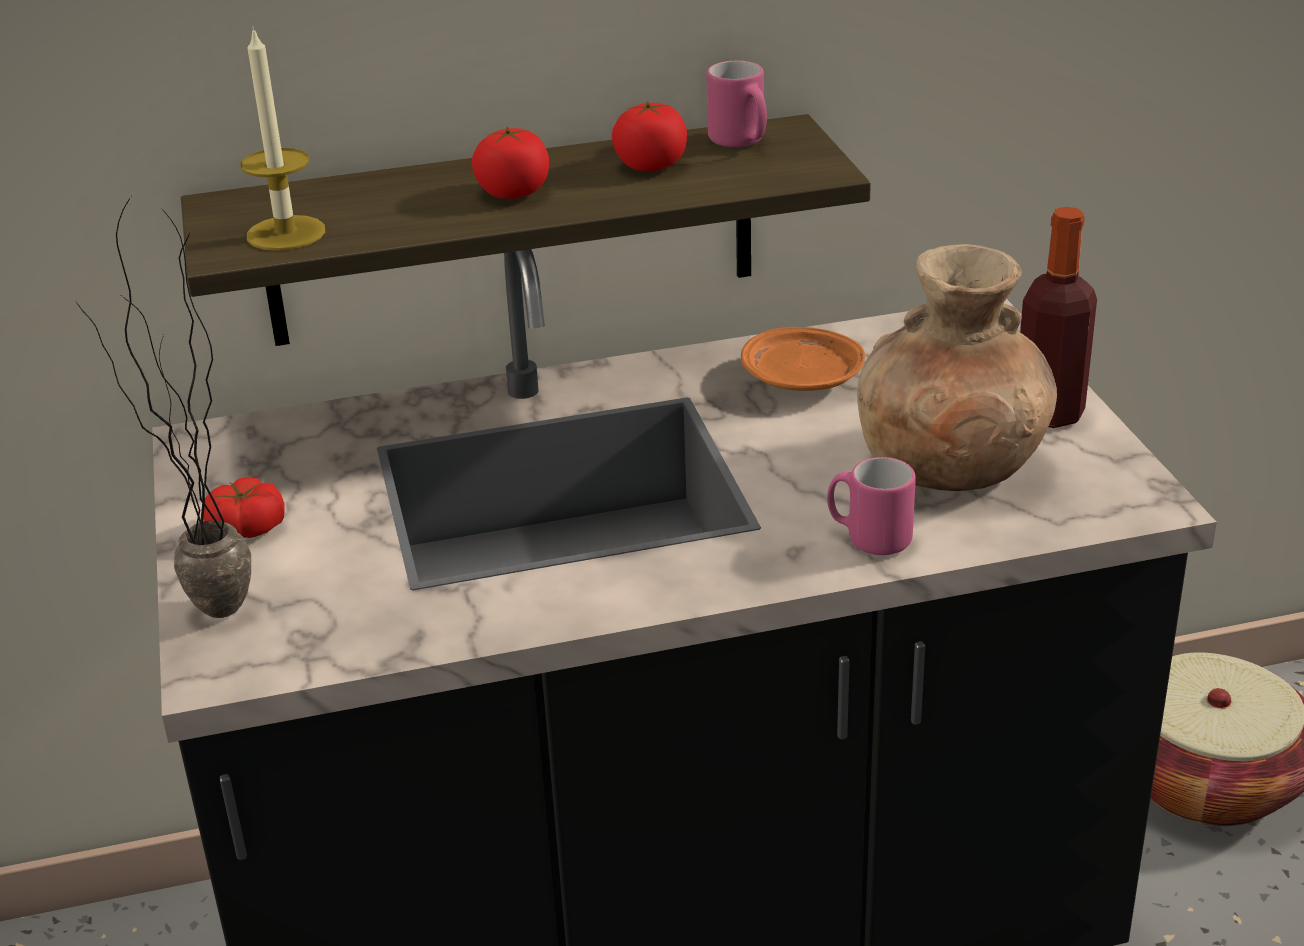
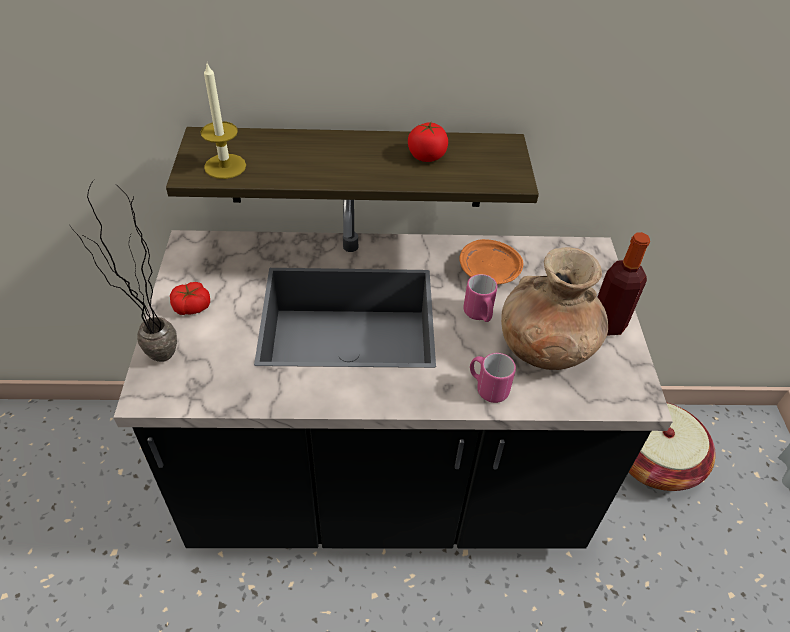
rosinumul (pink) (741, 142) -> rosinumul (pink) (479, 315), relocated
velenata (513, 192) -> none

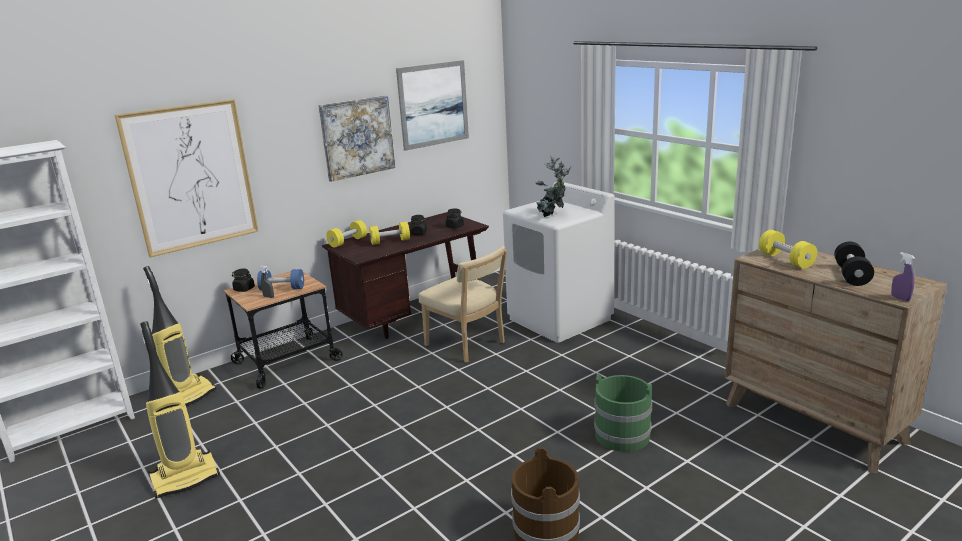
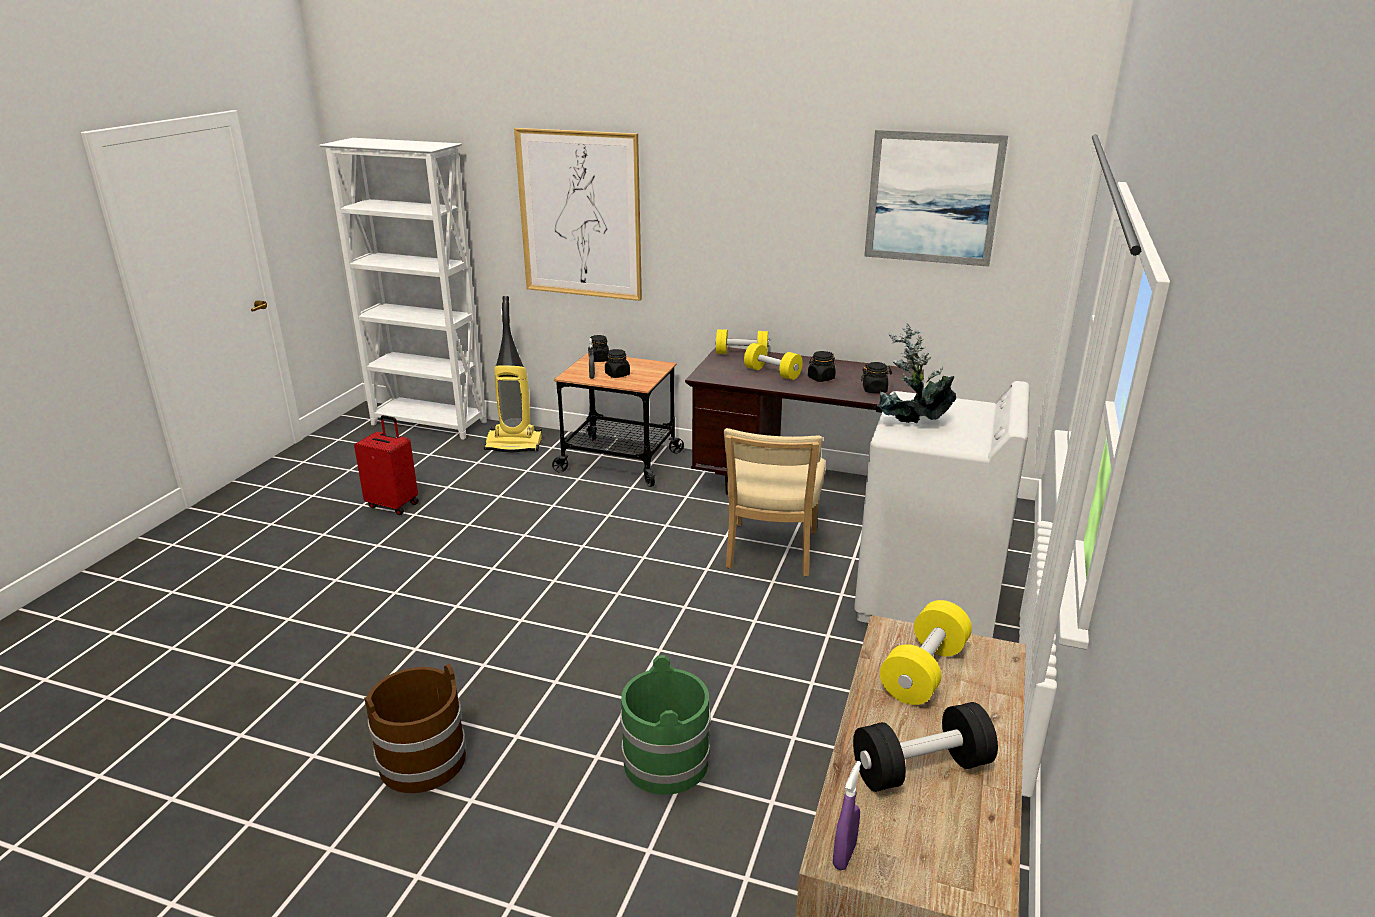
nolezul (185, 478) -> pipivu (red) (394, 504)
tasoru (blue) (282, 289) -> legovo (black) (617, 375)
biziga (357, 137) -> none

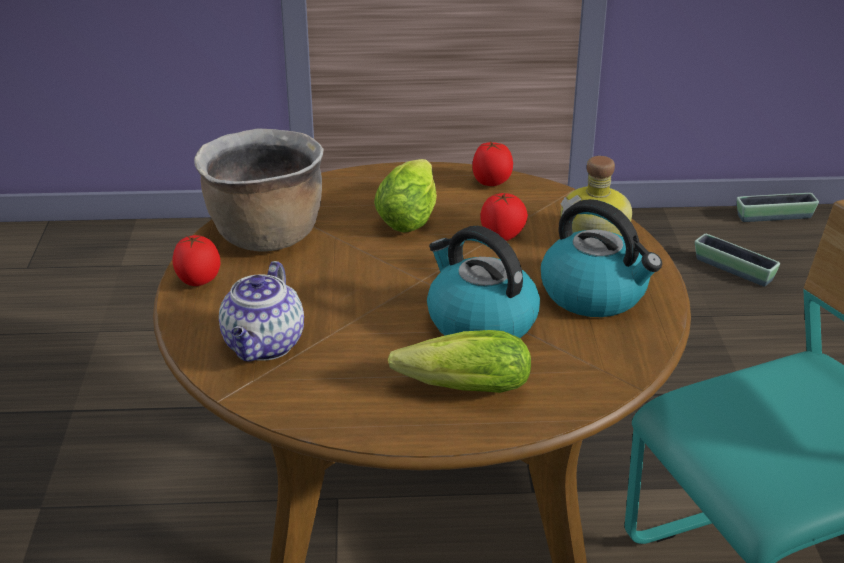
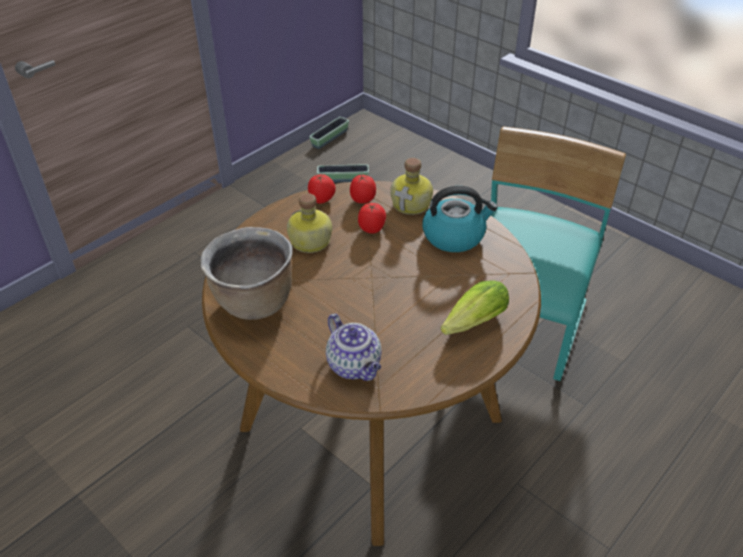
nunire (411, 213) -> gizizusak (309, 242)
velenata (198, 282) -> velenata (363, 200), relocated
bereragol (480, 322) -> none

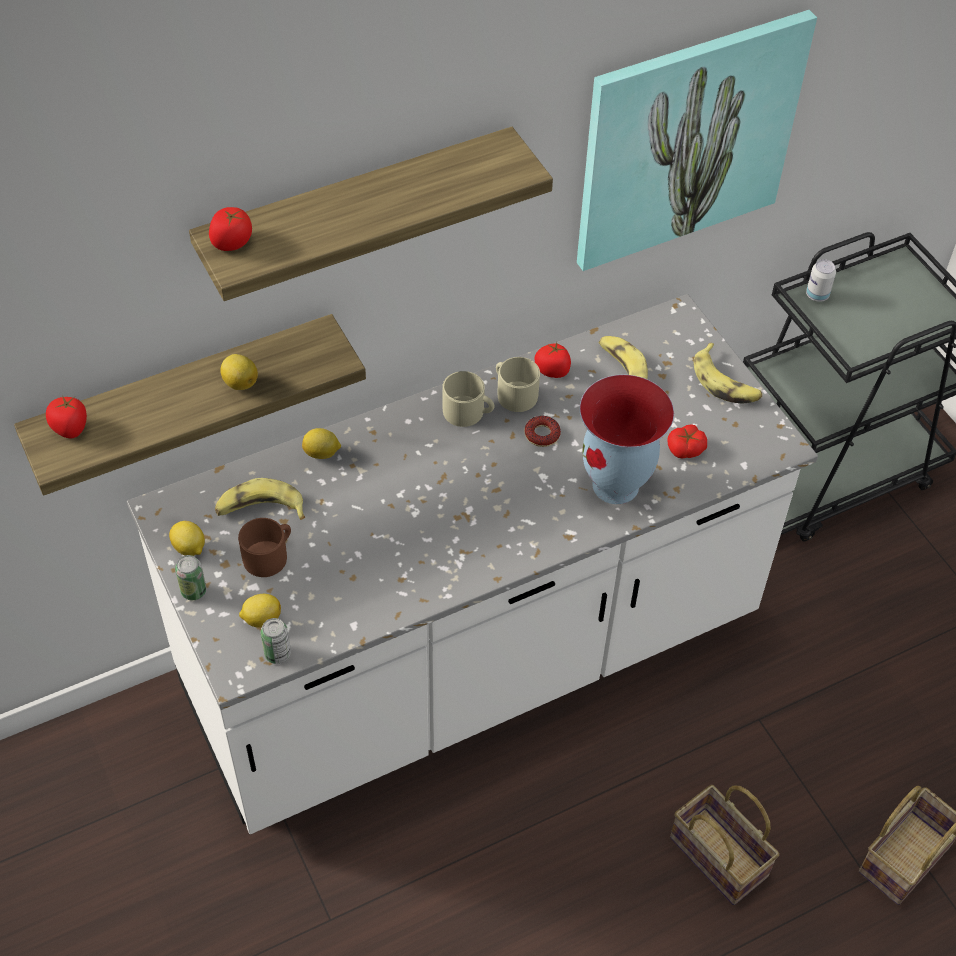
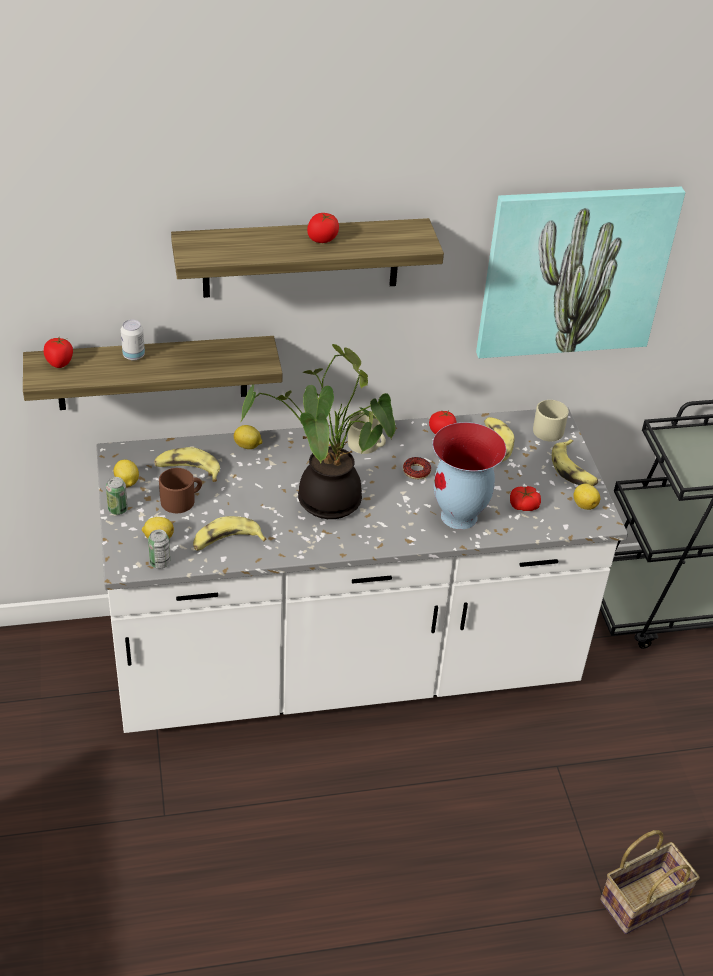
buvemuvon (817, 295) -> buvemuvon (133, 355), relocated
none -> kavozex (226, 541)
none -> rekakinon (323, 502)
velenata (232, 242) -> velenata (322, 239), relocated
rosinumul (beige) (513, 393) -> rosinumul (beige) (545, 428), relocated
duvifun (240, 382) -> duvifun (584, 505), relocated
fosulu (715, 856) -> none

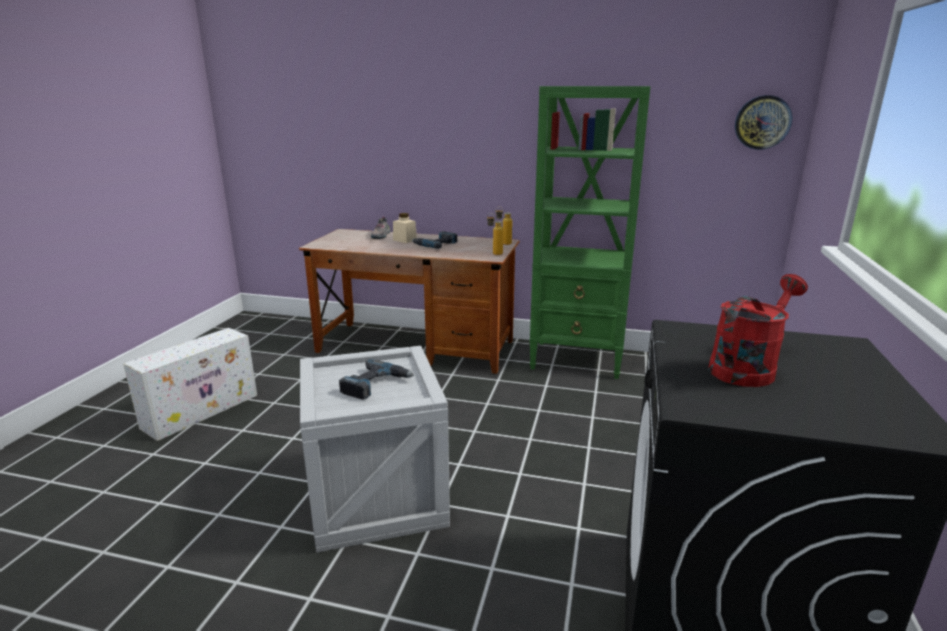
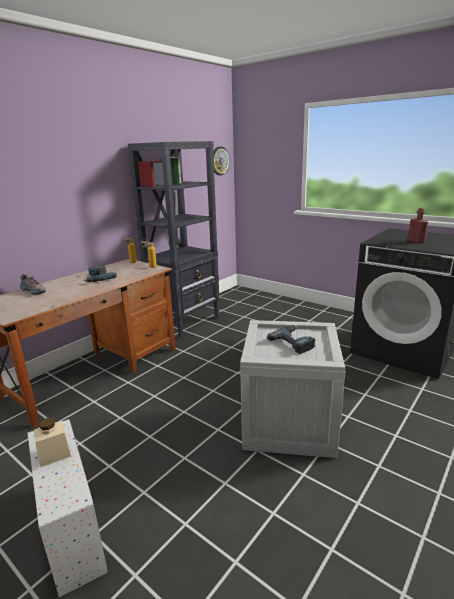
legovo (beige) (405, 240) -> legovo (beige) (54, 454), relocated
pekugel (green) (577, 360) -> pekugel (black) (186, 321)
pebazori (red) (747, 367) -> gizizusak (red) (416, 241)

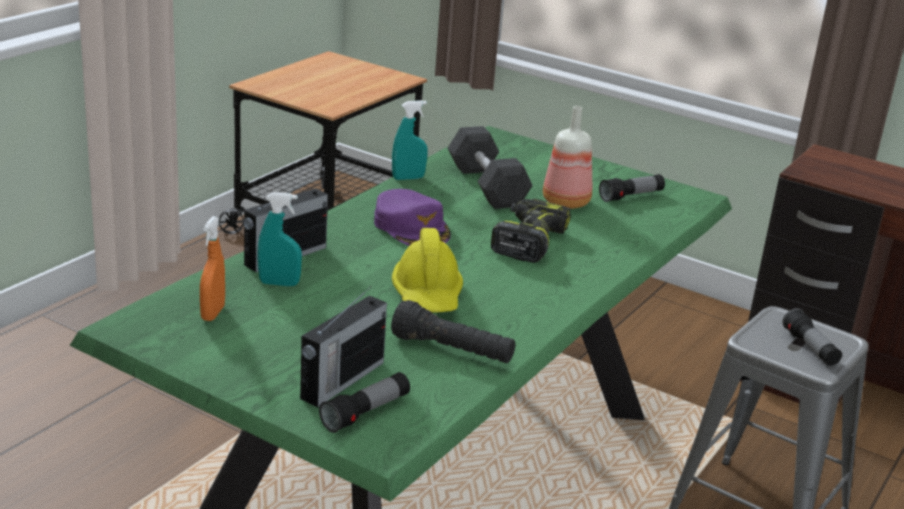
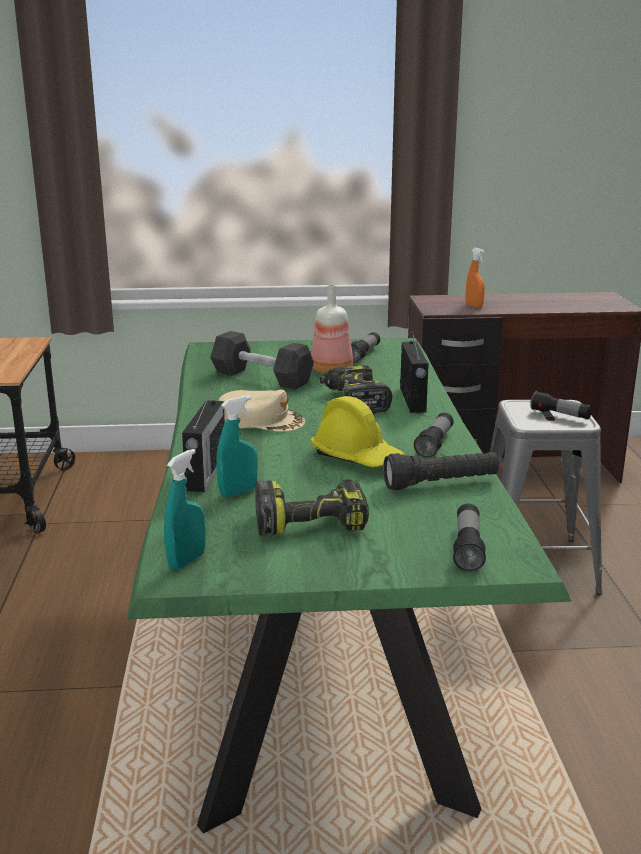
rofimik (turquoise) (408, 178) -> rofimik (turquoise) (186, 561), relocated
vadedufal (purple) (412, 227) -> vadedufal (beige) (262, 420)
none -> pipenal (311, 521)
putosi (341, 381) -> putosi (412, 400), relocated
none -> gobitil (435, 444)
rofimik (orange) (213, 313) -> rofimik (orange) (474, 306), relocated

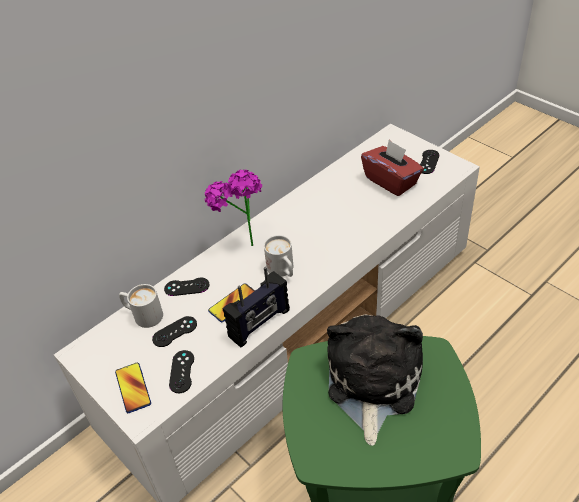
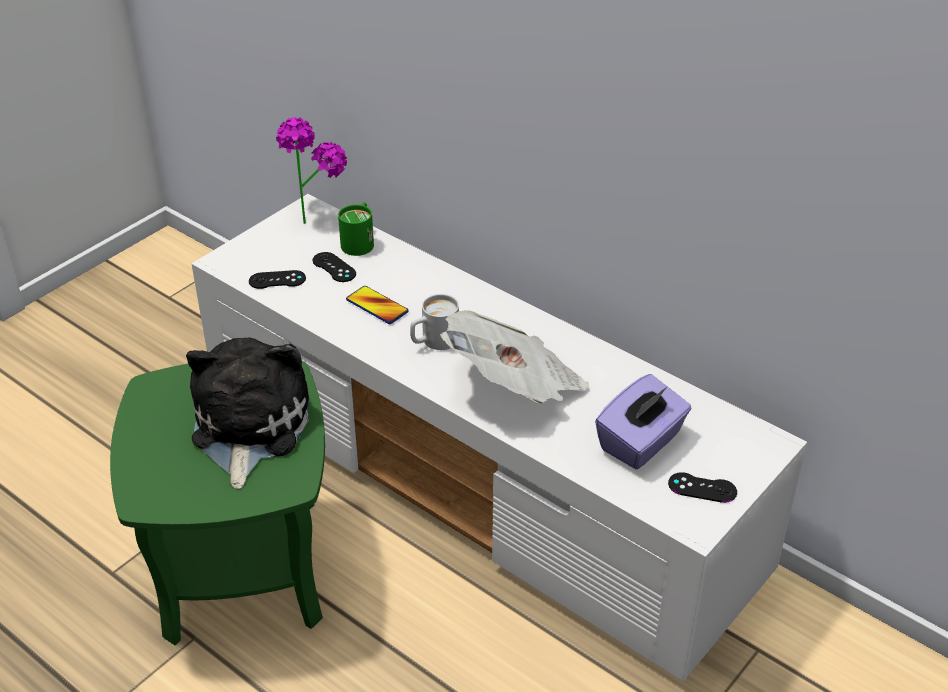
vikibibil (371, 383) -> vikibibil (248, 427), 90 degrees counterclockwise
rekakinon (243, 241) -> rekakinon (313, 216), relocated
rosinumul (white) (143, 315) -> rosinumul (green) (359, 241)
none -> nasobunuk (515, 387)
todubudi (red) (391, 181) -> todubudi (purple) (641, 442)
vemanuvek (133, 388) -> none
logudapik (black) (187, 287) -> none
putosi (260, 324) -> none

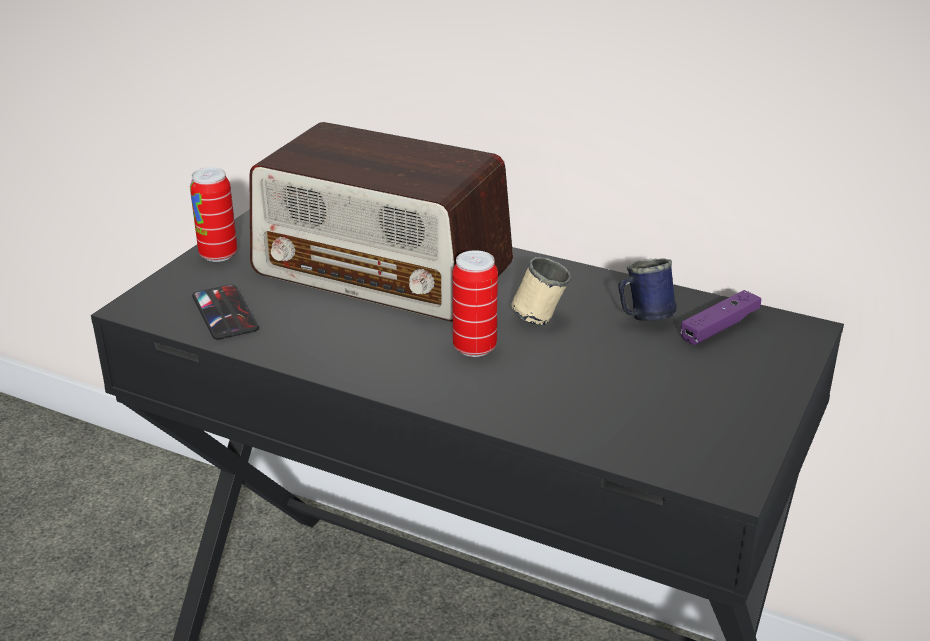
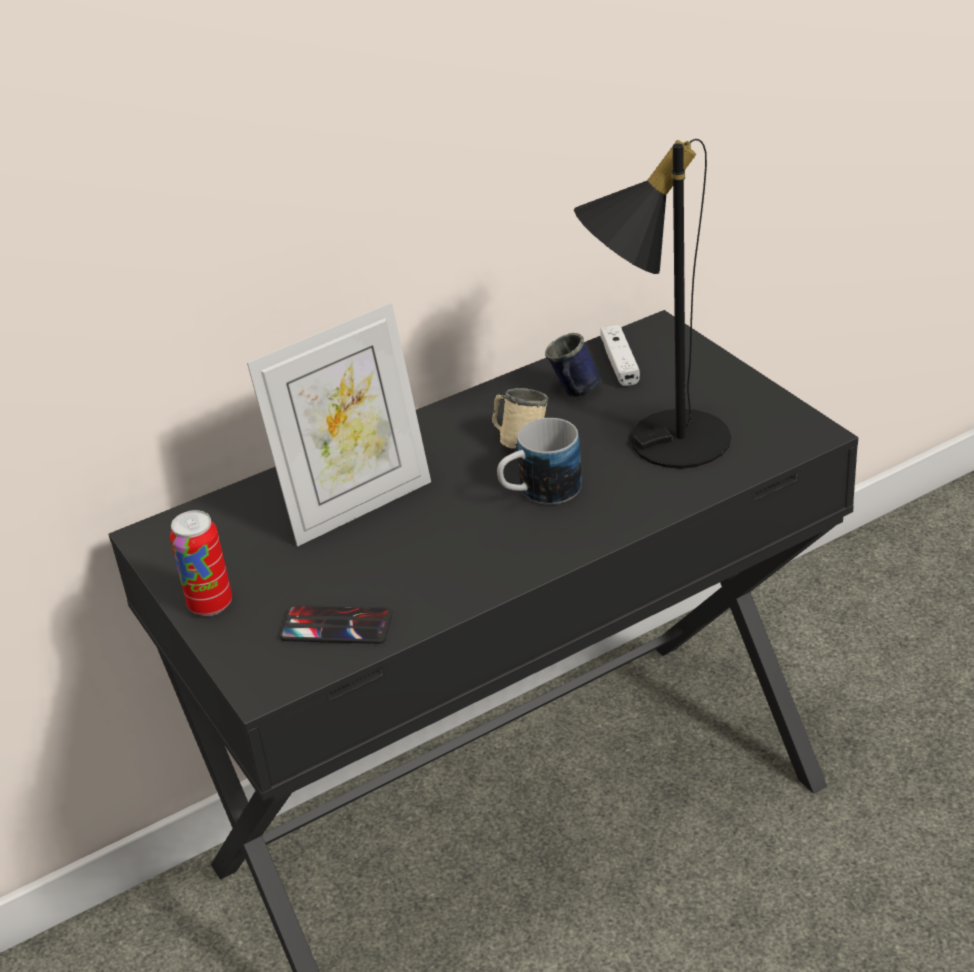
putosi (383, 270) -> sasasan (356, 506)
buvemuvon (474, 348) -> rosinumul (539, 493)
none -> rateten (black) (659, 439)
logudapik (purple) (719, 327) -> logudapik (white) (620, 363)

